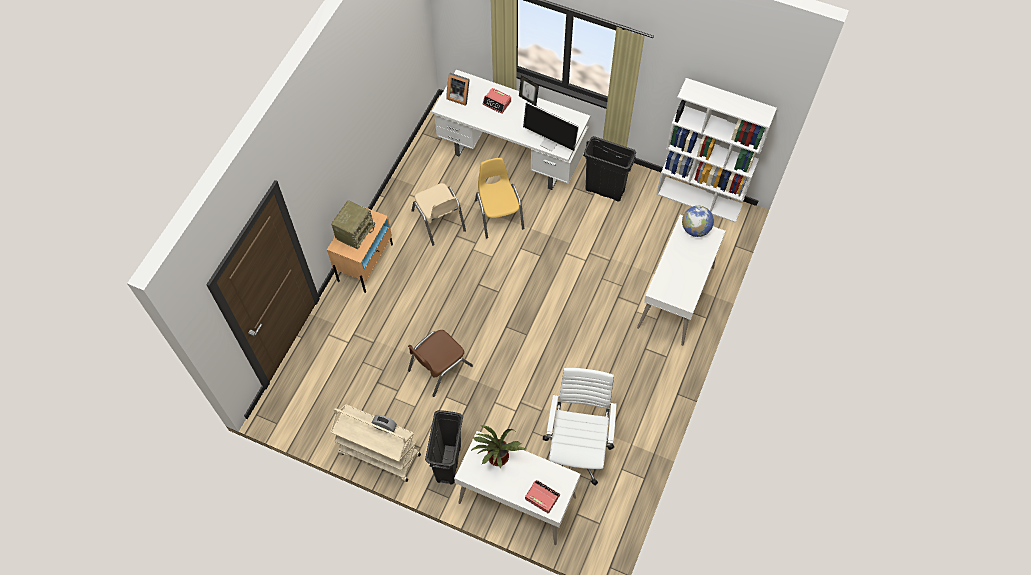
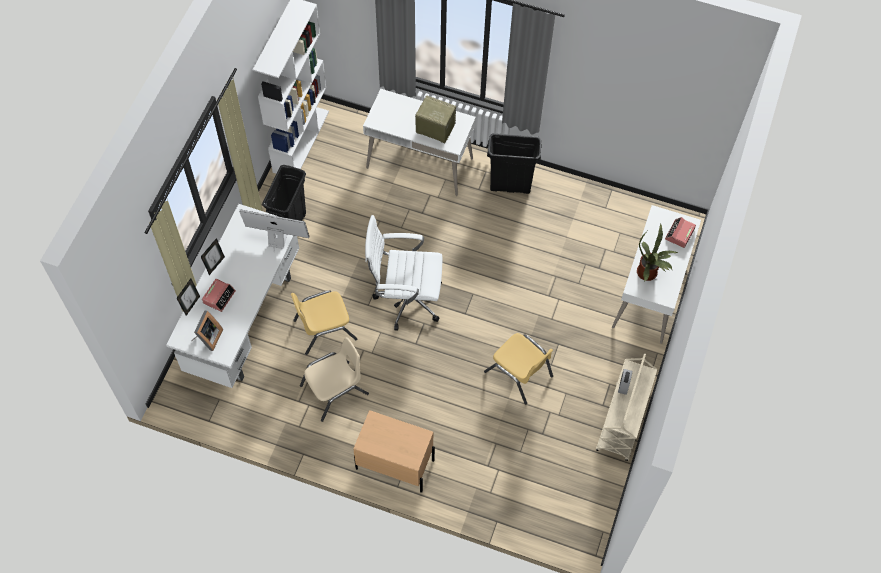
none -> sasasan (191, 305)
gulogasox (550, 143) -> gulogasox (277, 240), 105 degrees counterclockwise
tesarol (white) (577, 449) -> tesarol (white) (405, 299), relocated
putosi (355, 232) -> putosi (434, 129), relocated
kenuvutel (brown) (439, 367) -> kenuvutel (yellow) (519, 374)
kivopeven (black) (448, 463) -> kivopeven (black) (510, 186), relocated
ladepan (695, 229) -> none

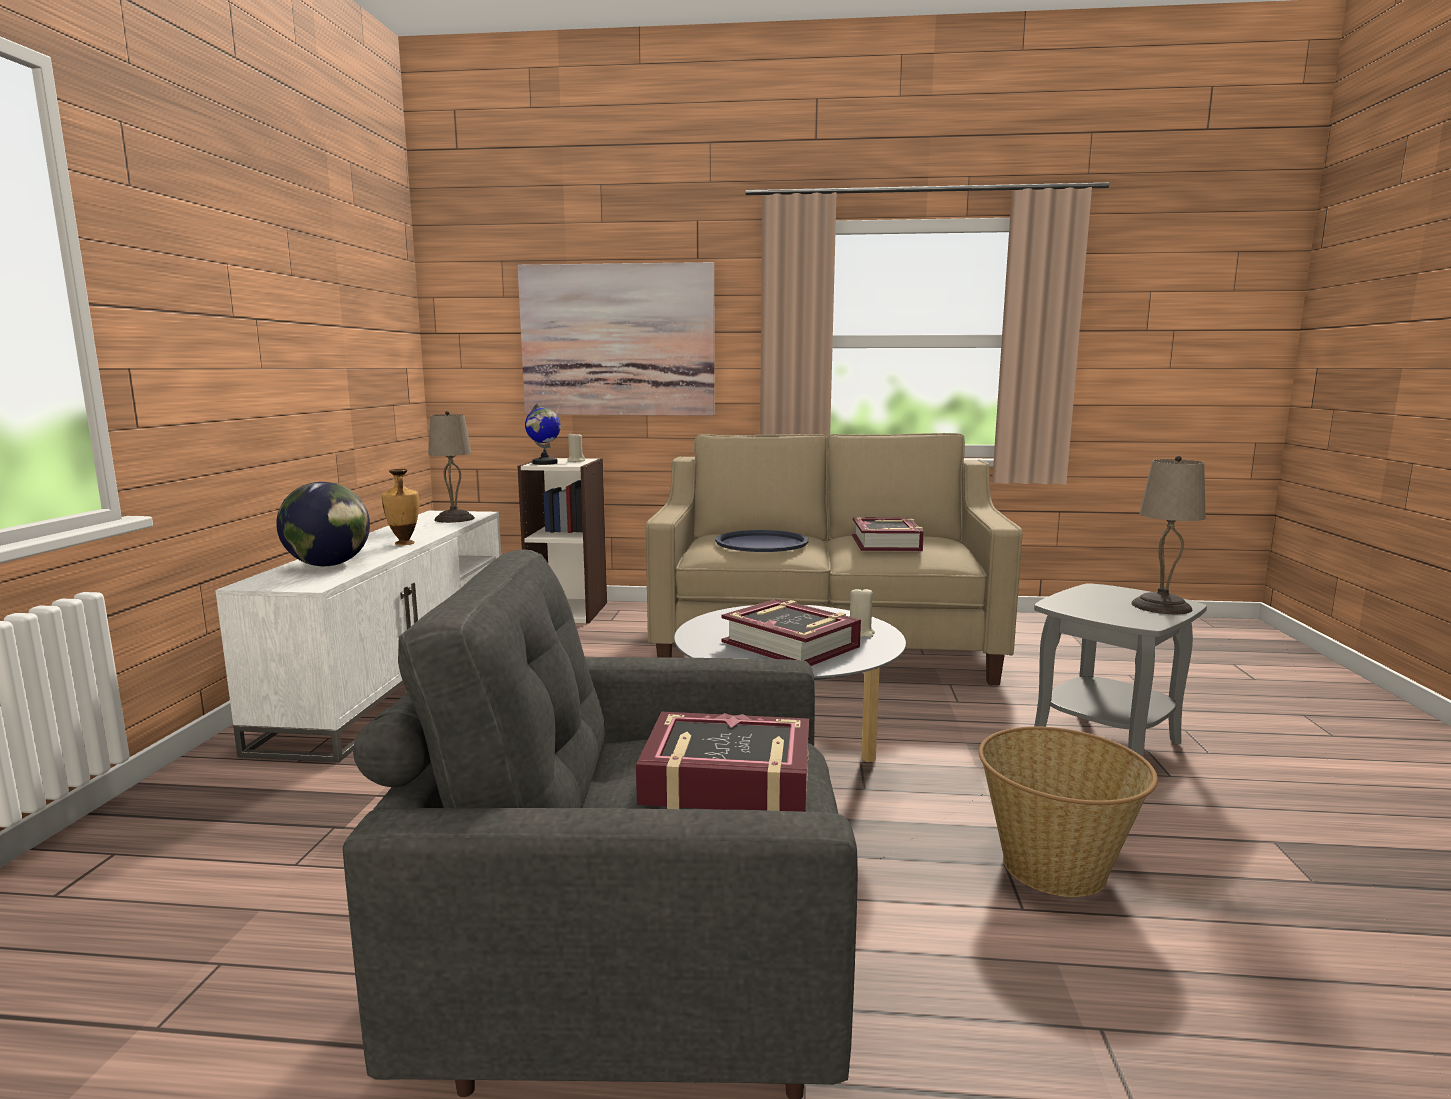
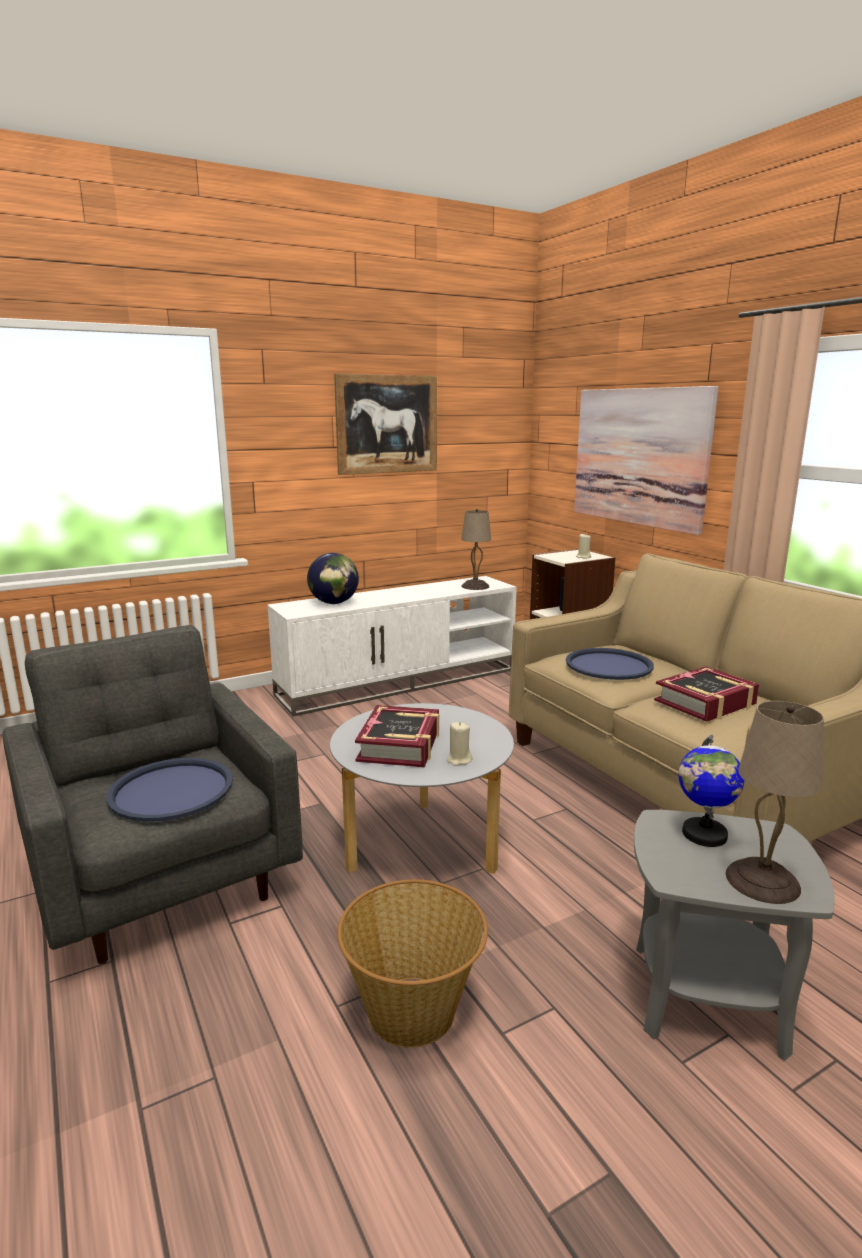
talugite (727, 780) -> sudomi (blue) (171, 790)
none -> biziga (387, 424)
ladepan (545, 463) -> ladepan (704, 834), relocated
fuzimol (404, 543) -> none

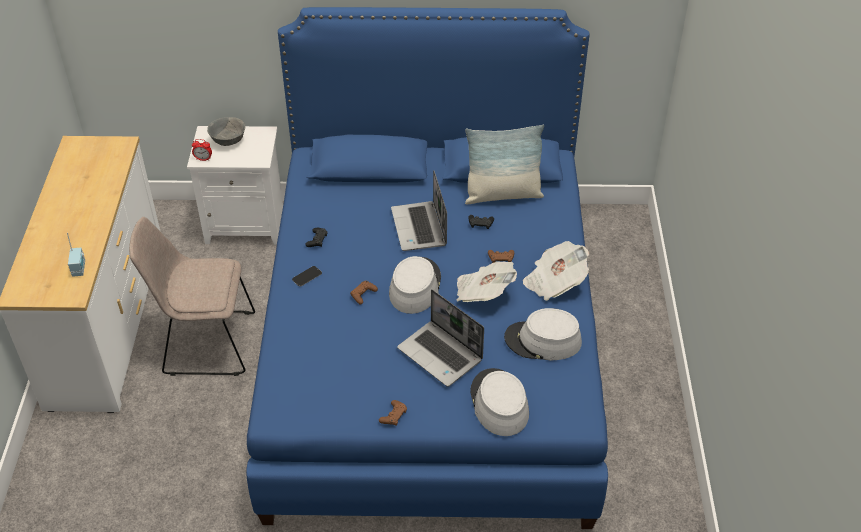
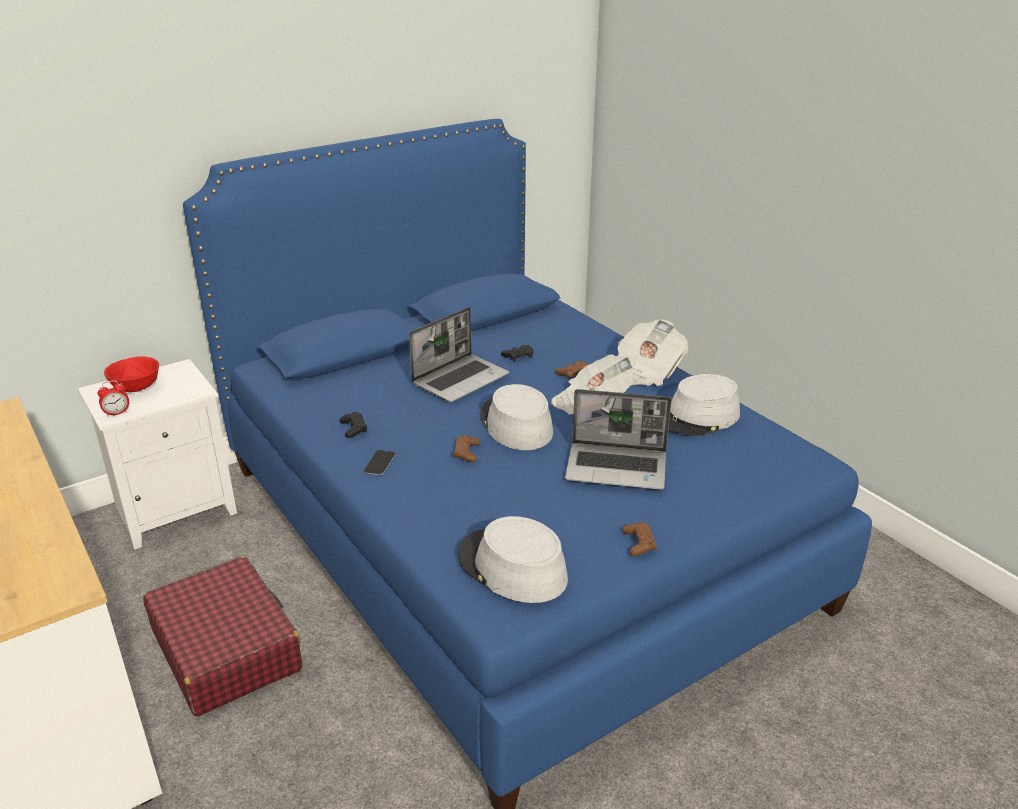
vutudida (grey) (228, 140) -> vutudida (red) (136, 388)
kenuvutel (beige) (205, 342) -> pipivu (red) (226, 649)
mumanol (420, 228) -> mumanol (460, 379), 90 degrees counterclockwise
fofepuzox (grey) (498, 403) -> fofepuzox (grey) (512, 567), relocated
putosi (80, 268) -> none
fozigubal (502, 194) -> none

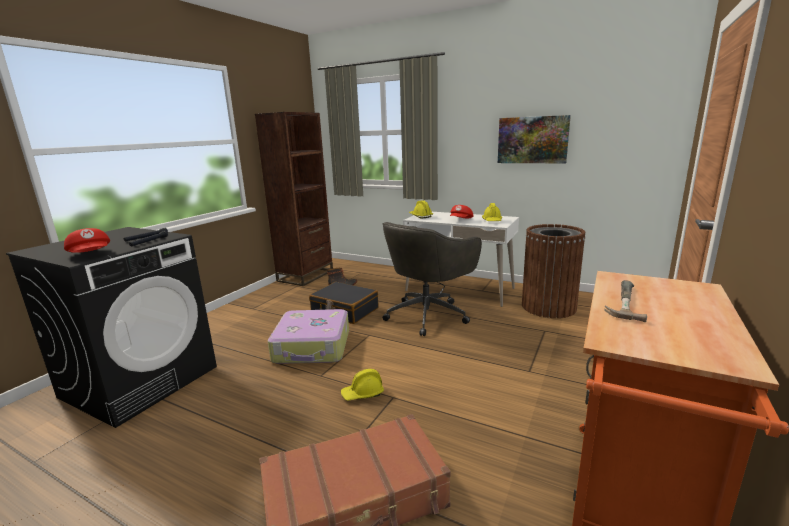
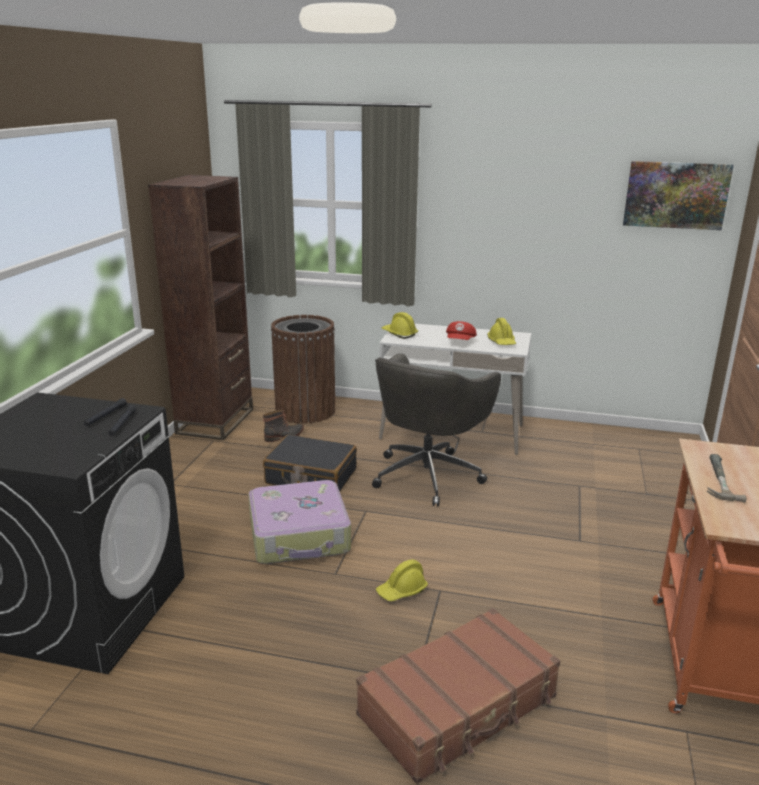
kivopeven (brown) (548, 307) -> kivopeven (brown) (305, 411), relocated
biziga (532, 140) -> biziga (676, 195), relocated
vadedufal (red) (92, 255) -> none

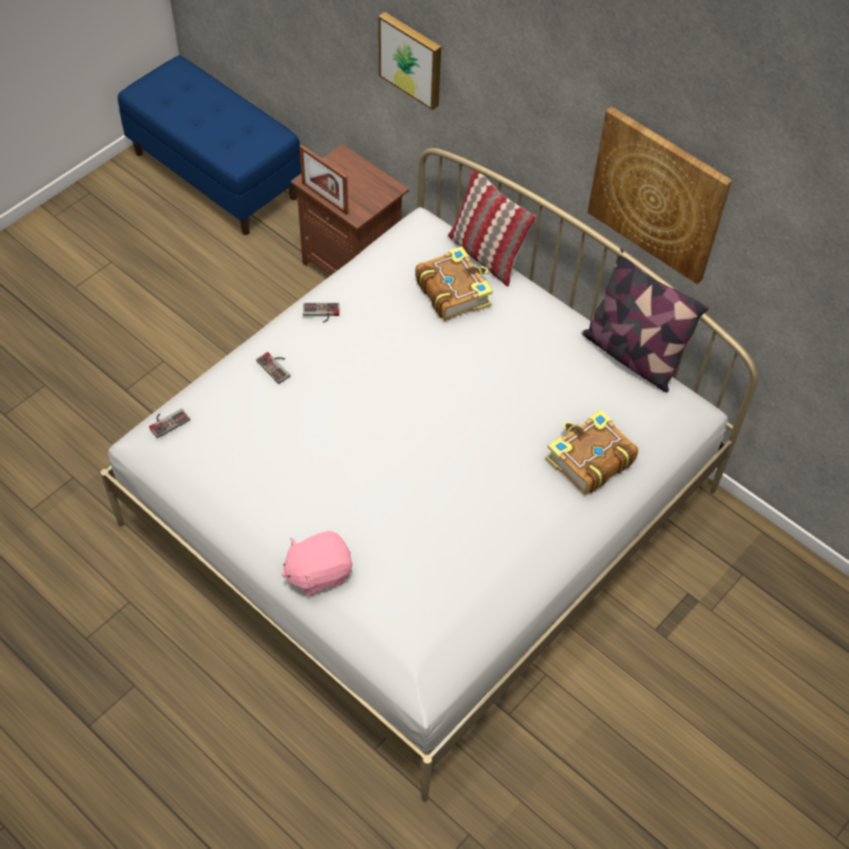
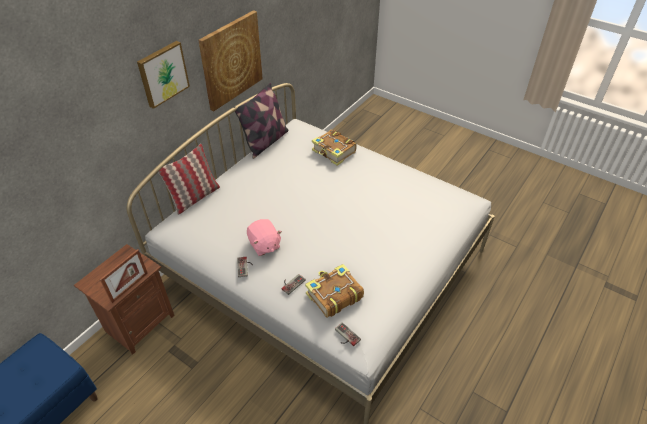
biziga (412, 59) -> biziga (162, 73), relocated
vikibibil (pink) (318, 572) -> vikibibil (pink) (264, 245), relocated
talugite (453, 291) -> talugite (333, 295), relocated

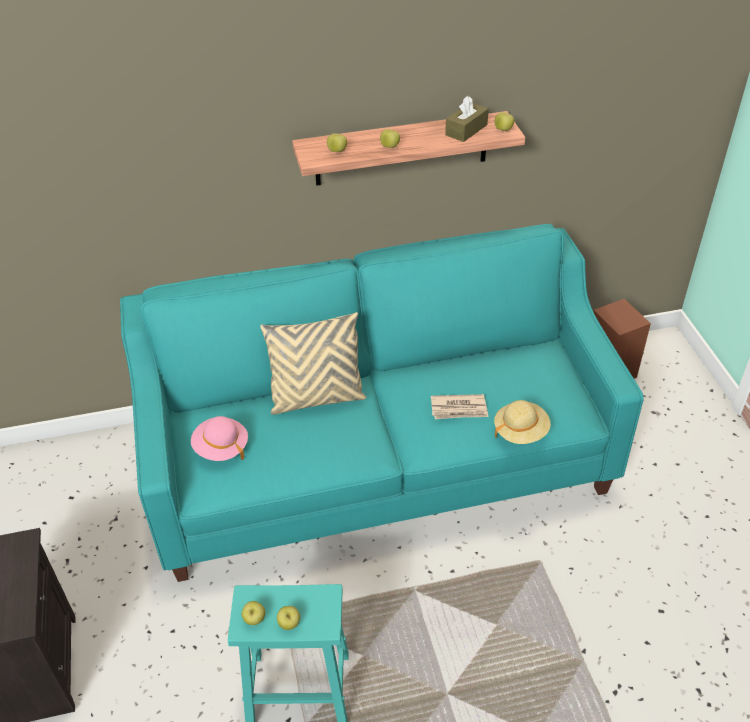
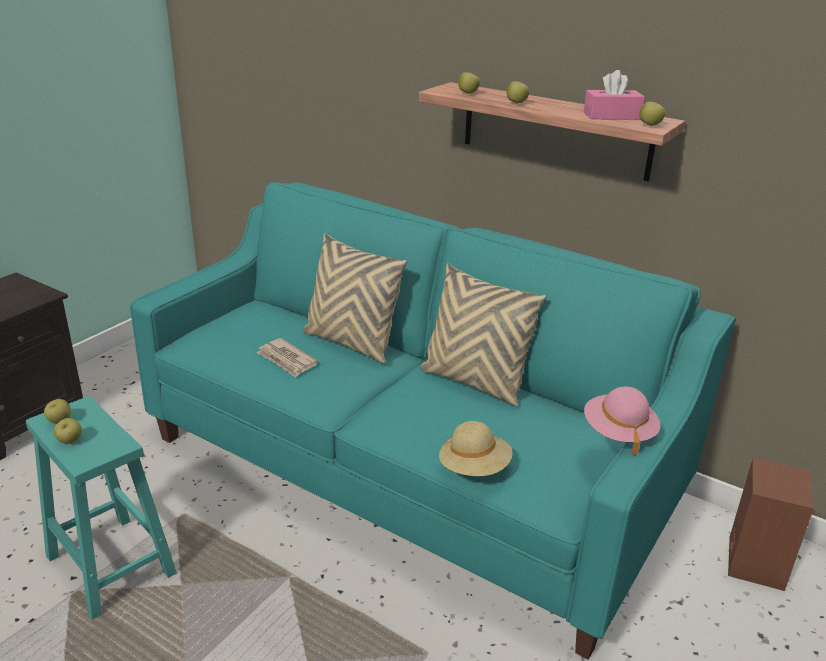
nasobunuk (459, 409) -> nasobunuk (287, 360), relocated
none -> fozigubal (beige) (474, 382)
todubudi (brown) (466, 130) -> todubudi (pink) (611, 116)
fofepuzox (pink) (221, 448) -> fofepuzox (pink) (618, 432), relocated

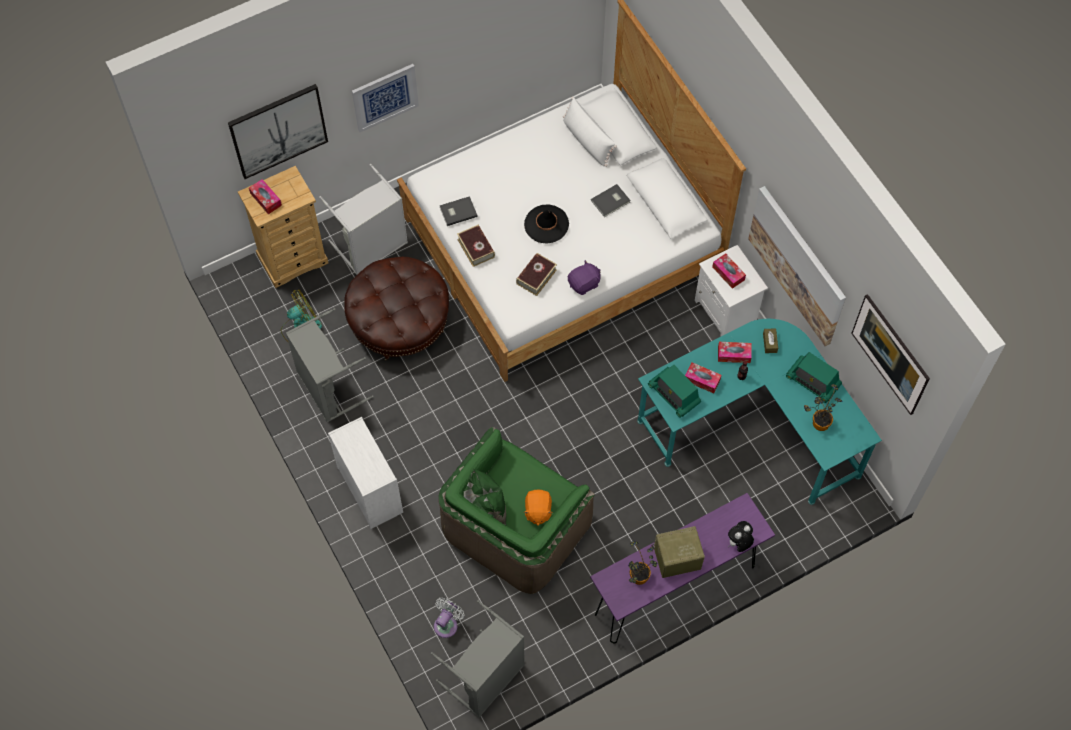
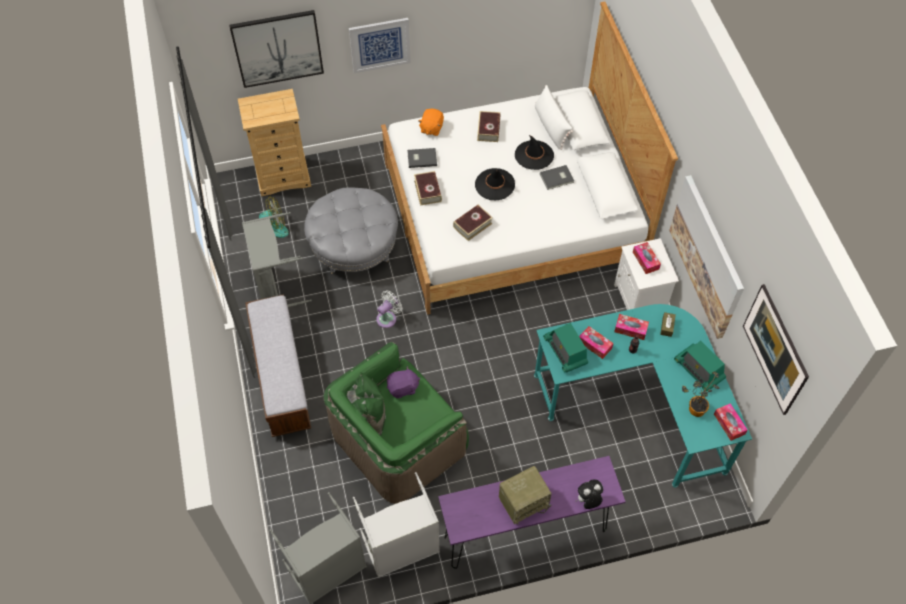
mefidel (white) (369, 489) -> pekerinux (281, 376)
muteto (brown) (399, 322) -> muteto (grey) (354, 245)
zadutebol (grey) (372, 248) -> zadutebol (grey) (402, 549), relocated
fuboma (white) (447, 624) -> fuboma (white) (388, 318), relocated
vikibibil (purple) (584, 284) -> vikibibil (purple) (403, 388), relocated
vikibibil (orange) (537, 511) -> vikibibil (orange) (431, 128), relocated
none -> talugite (488, 129)
putosi (676, 560) -> putosi (524, 501), 150 degrees clockwise
none -> fofepuzox (black) (534, 155)
todubudi (266, 199) -> todubudi (729, 424), relocated
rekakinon (637, 578) -> none

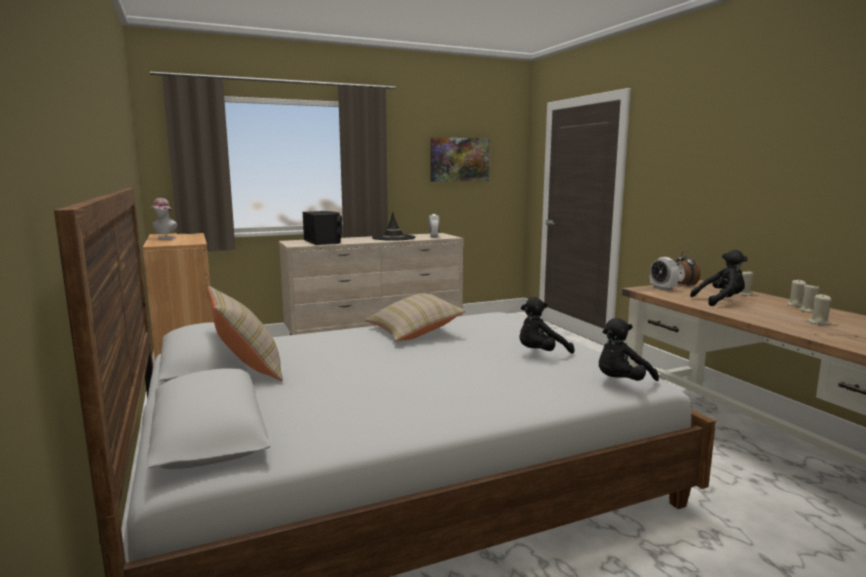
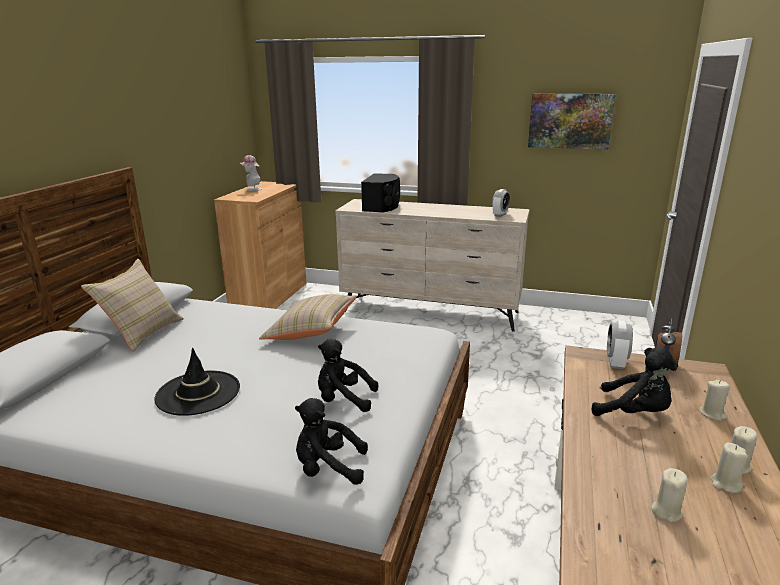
fofepuzox (black) (393, 238) -> fofepuzox (black) (198, 393), relocated

